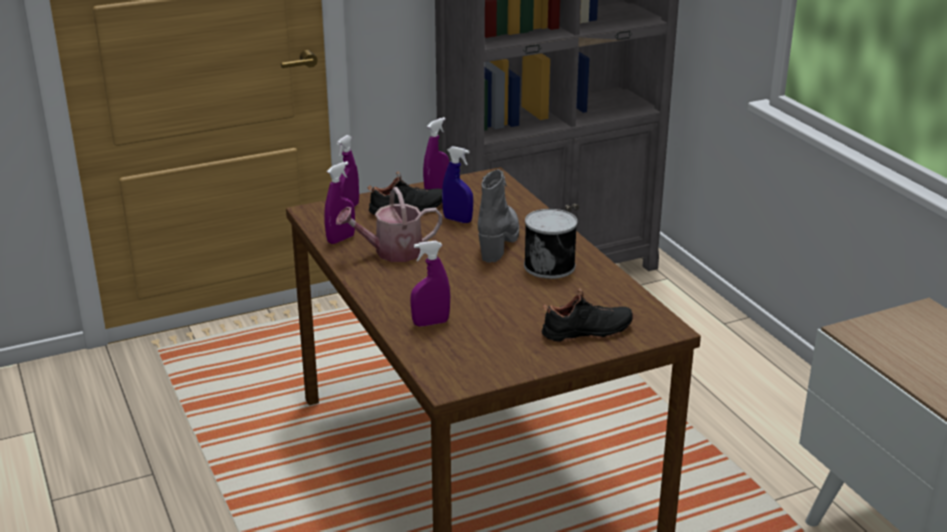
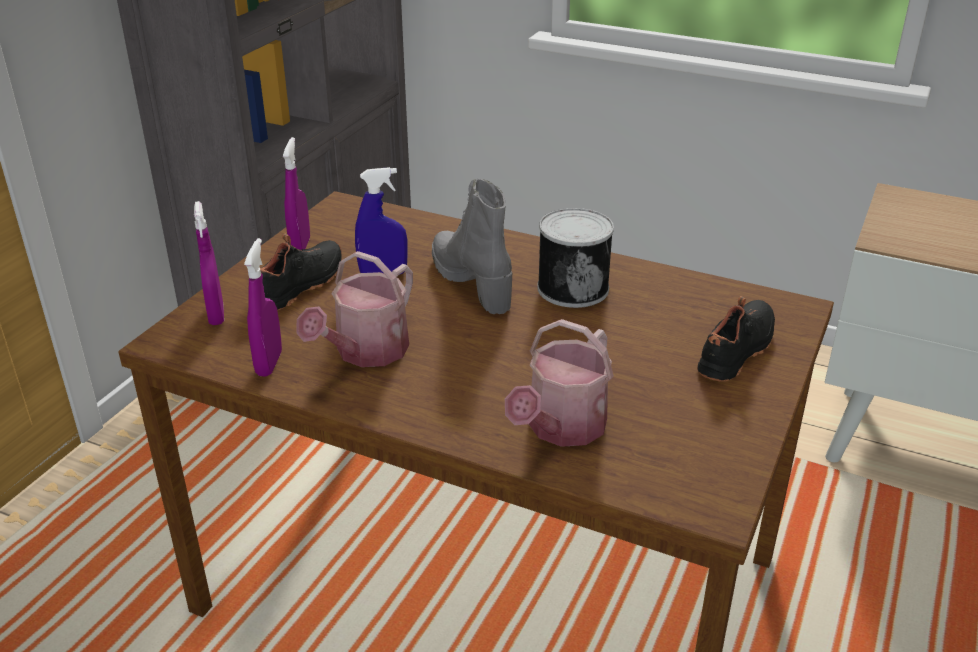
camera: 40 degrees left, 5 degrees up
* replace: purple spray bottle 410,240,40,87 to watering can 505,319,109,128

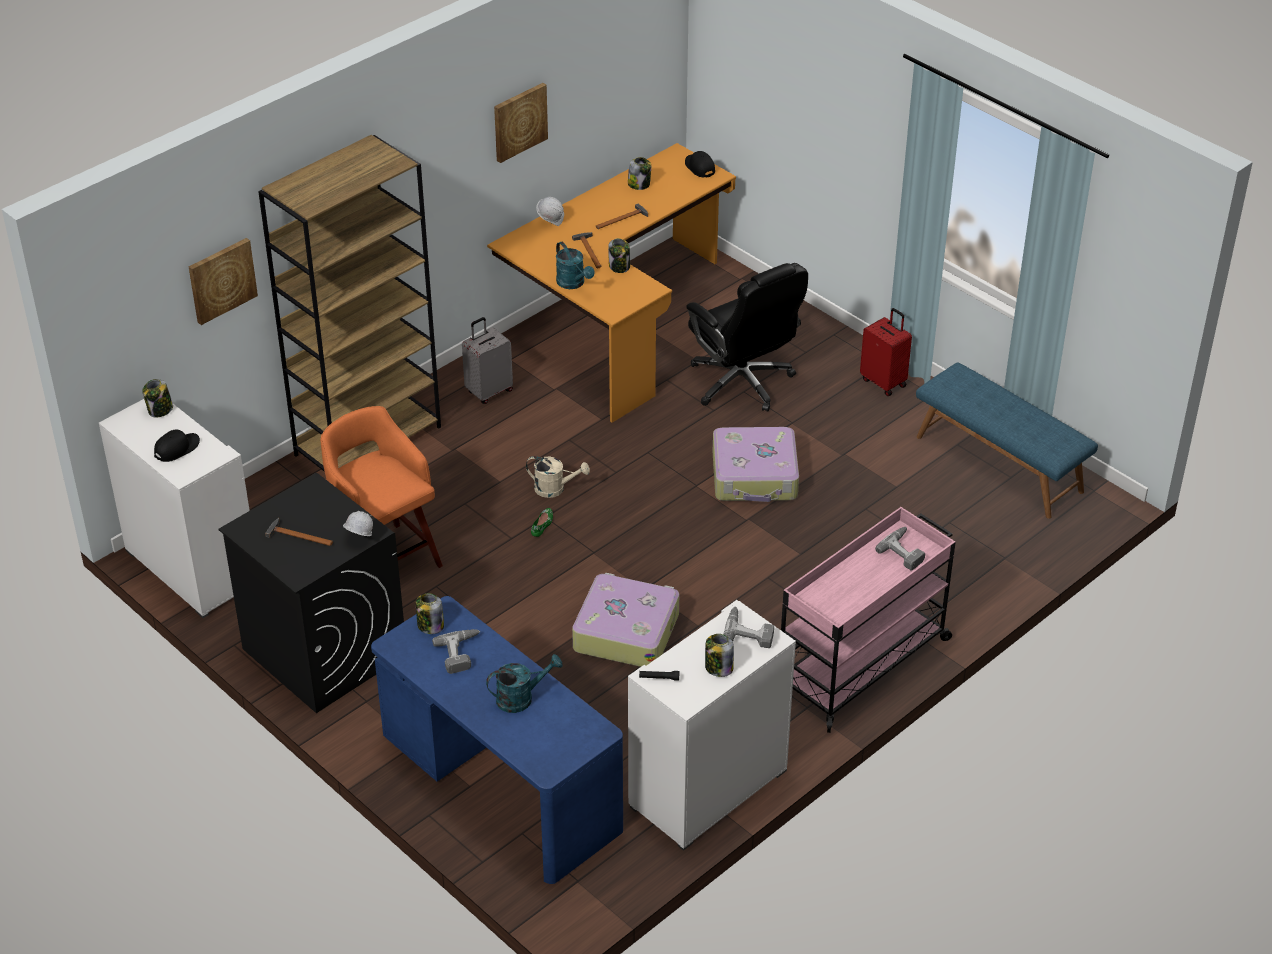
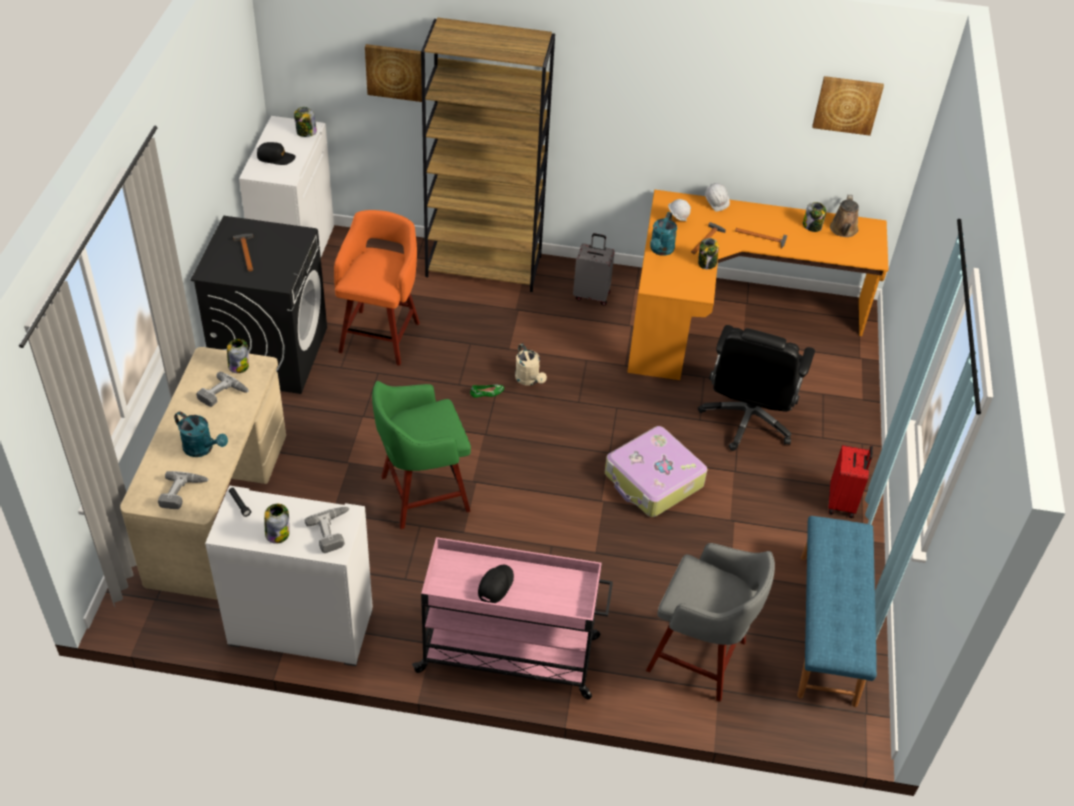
camera: 50 degrees right, 5 degrees up
* move: white hard hat 343,511,30,25 to 668,199,23,22
* recolor: blue desk 371,596,252,288 to beige desk 120,347,166,253
* move: picture 494,83,54,80 to 812,76,72,60
* replace: suitcase 572,573,107,94 to green stool 372,381,99,148
* move: black cap 685,151,30,27 to 478,565,36,38
* move: power drill 875,527,50,44 to 158,471,50,38
* insert: grey stool 646,543,129,159
* insert: brown watering can 830,194,29,43

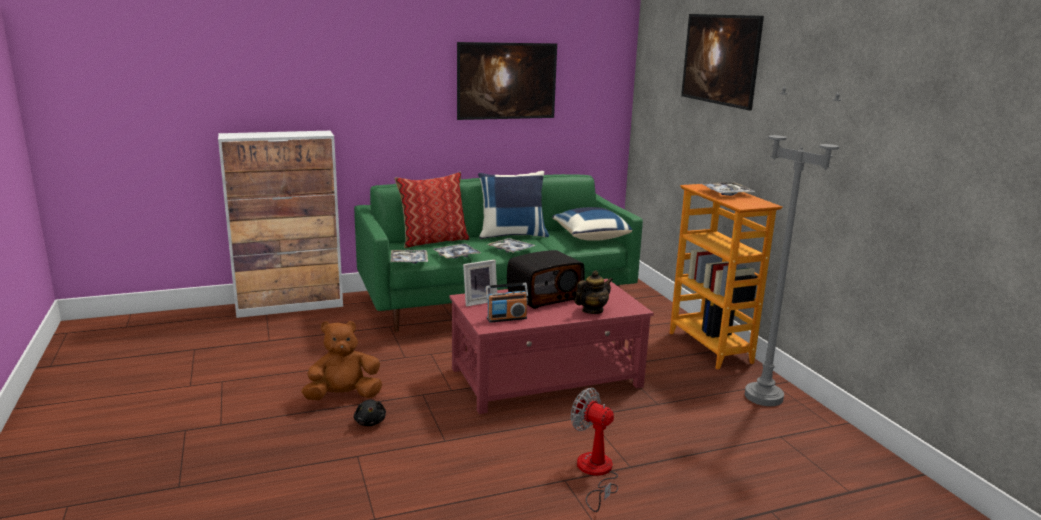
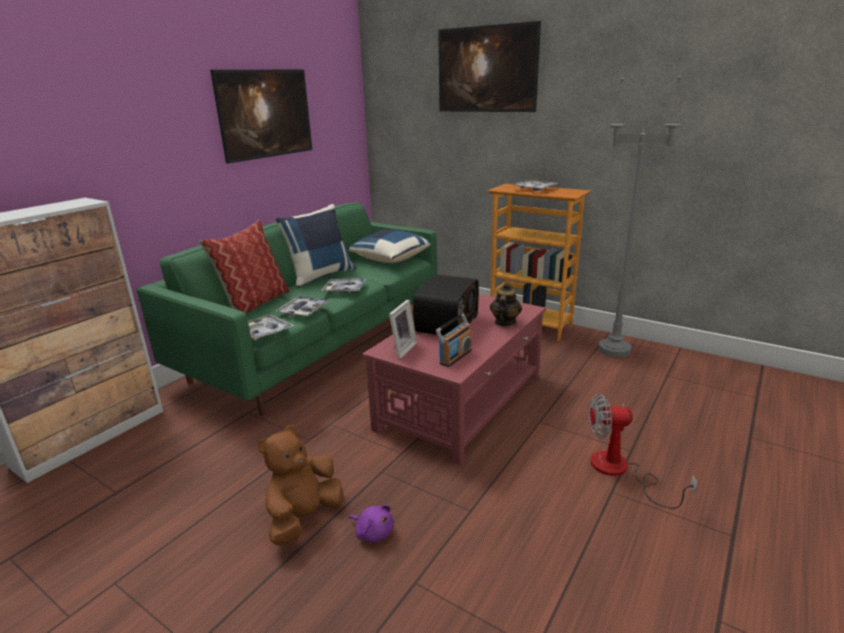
camera: 35 degrees left, 5 degrees up
* recolor: black plush toy 354,400,32,26 to purple plush toy 349,505,44,38

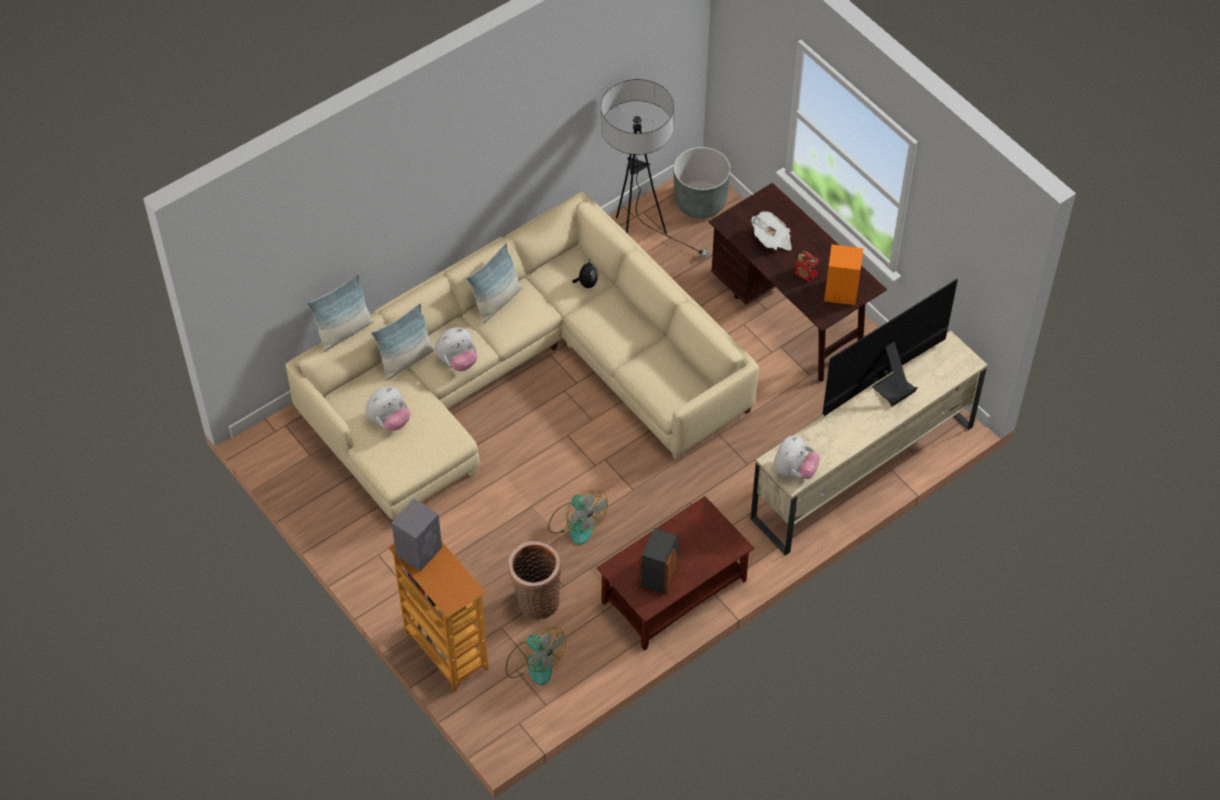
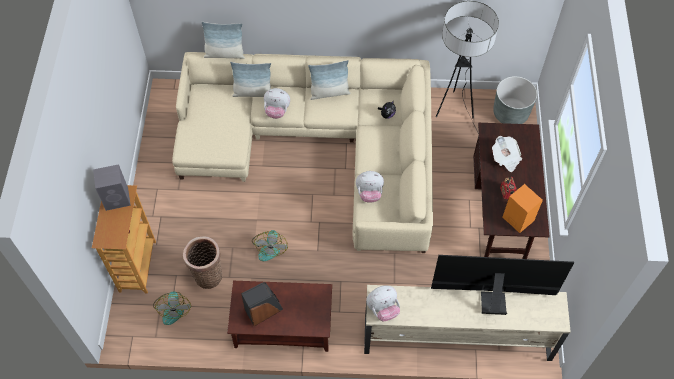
camera: 40 degrees right, 5 degrees up
* move: plush toy 366,387,44,44 to 356,171,28,32

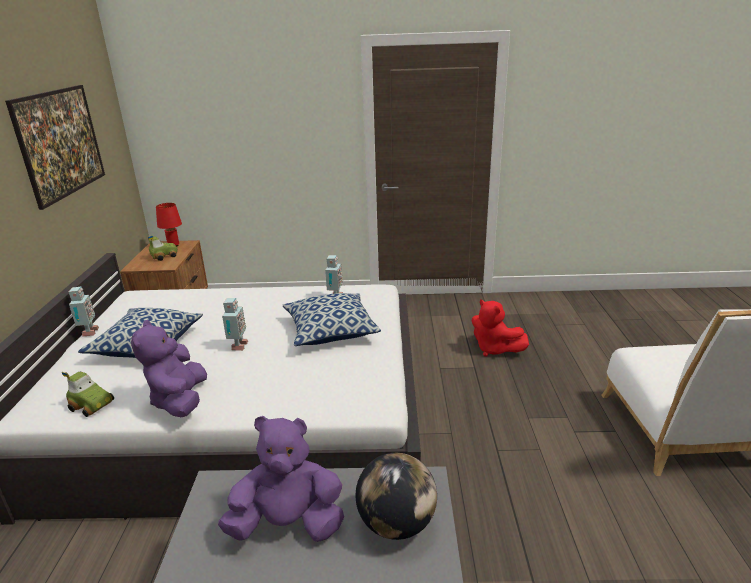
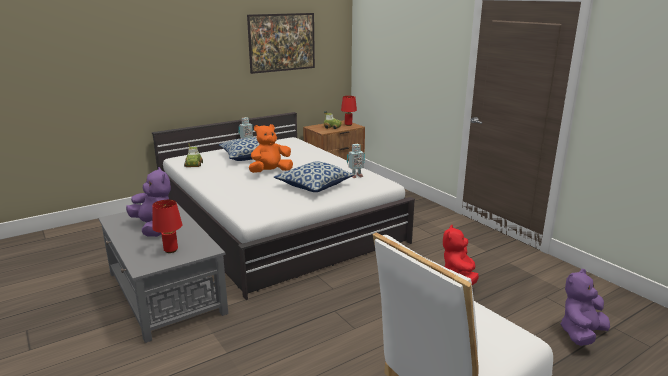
camera: 55 degrees right, 5 degrees down
* move: purple plush toy 131,320,76,97 to 560,269,50,77
* replace: toy robot 222,298,26,53 to orange plush toy 249,124,44,49
* replace: globe 356,453,81,87 to red table lamp 152,200,30,53

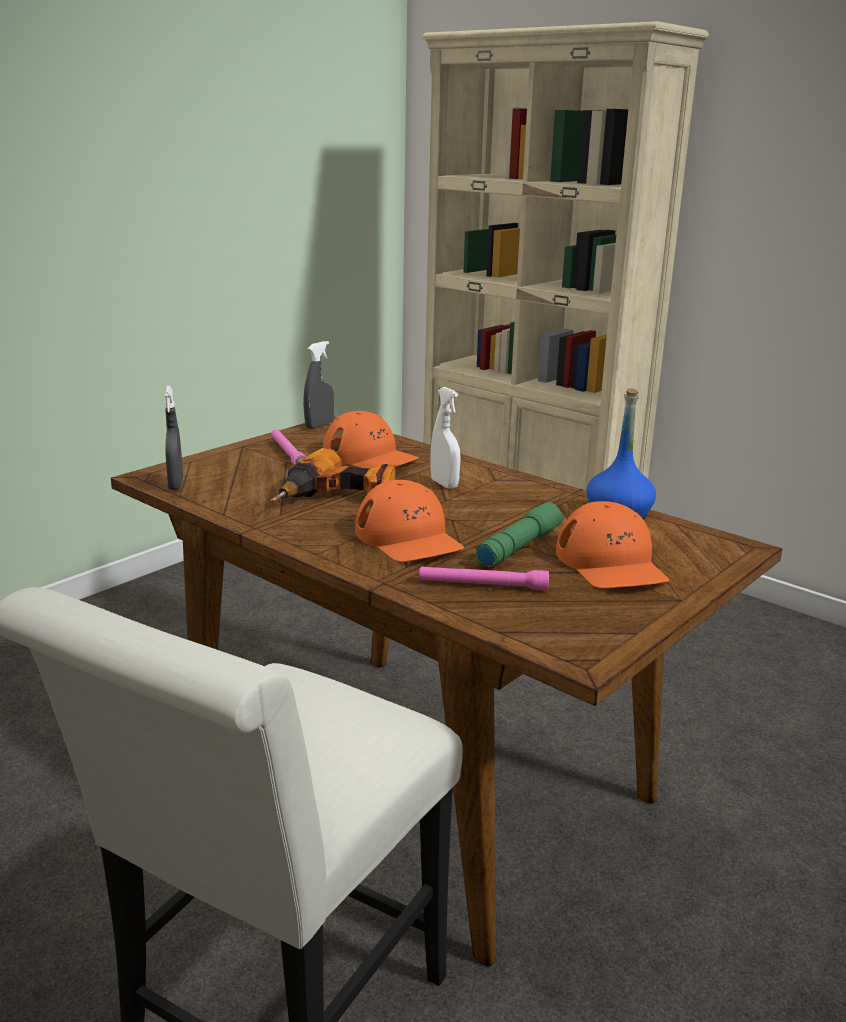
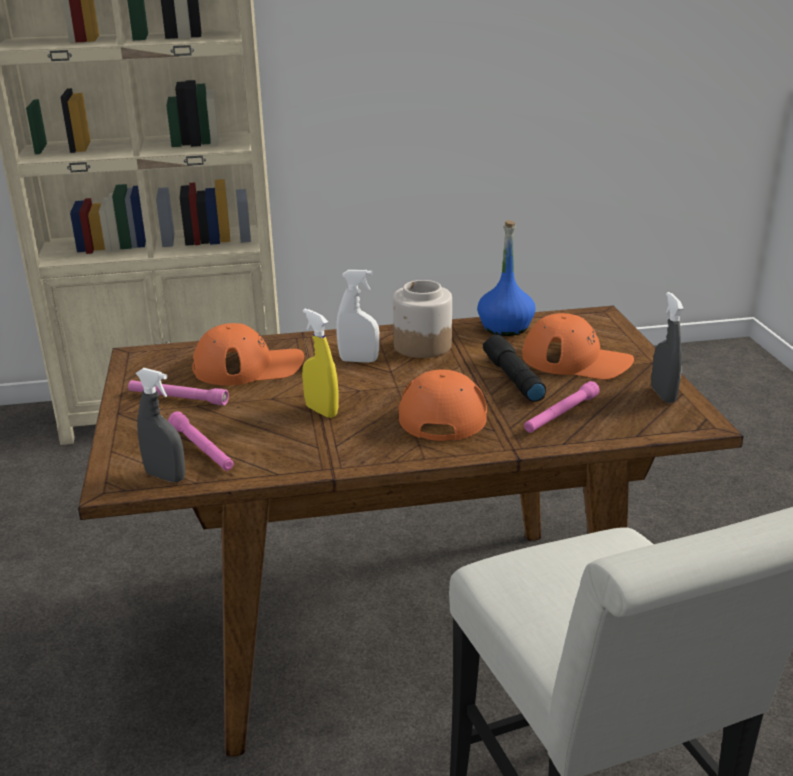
camera: 50 degrees left, 5 degrees up
* replace: power drill 270,448,125,54 to yellow spray bottle 302,309,37,109
* move: grey spray bottle 303,341,31,88 to 651,292,33,111
* rotate: orange cap 355,480,109,82 = 399,370,88,71 90 degrees counterclockwise
* recolor: green flashlight 476,502,88,65 to black flashlight 483,335,63,67
* insert: pink flashlight 168,411,66,60
* insert: jar 393,280,59,78

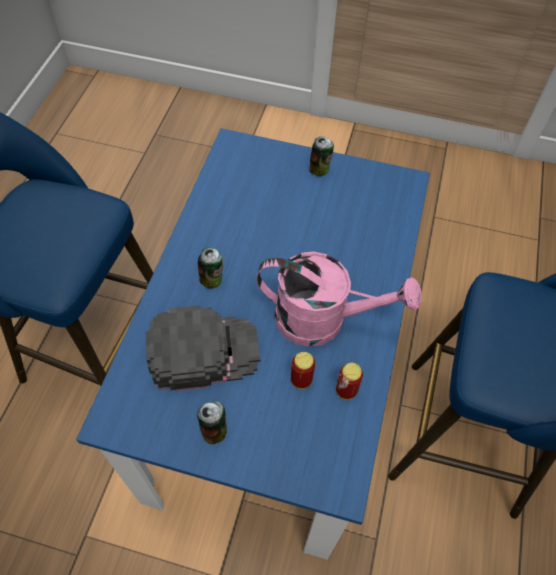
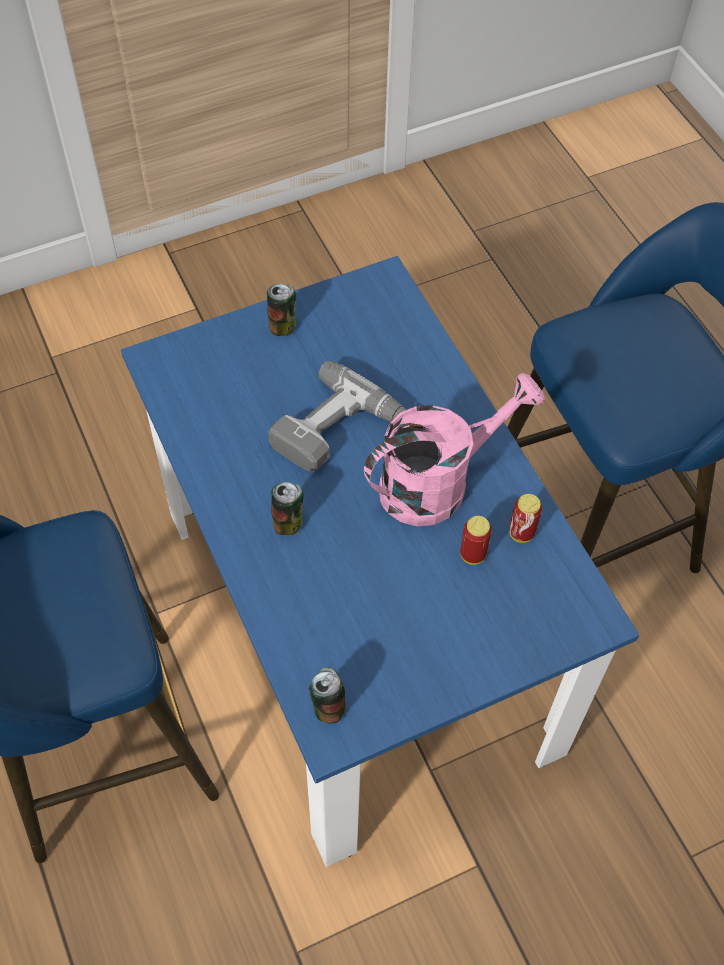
camera: 40 degrees left, 0 degrees up
* delete: black cap 146,305,114,86
* move: can 197,401,30,43 to 309,667,36,57
* insert: power drill 268,361,139,111

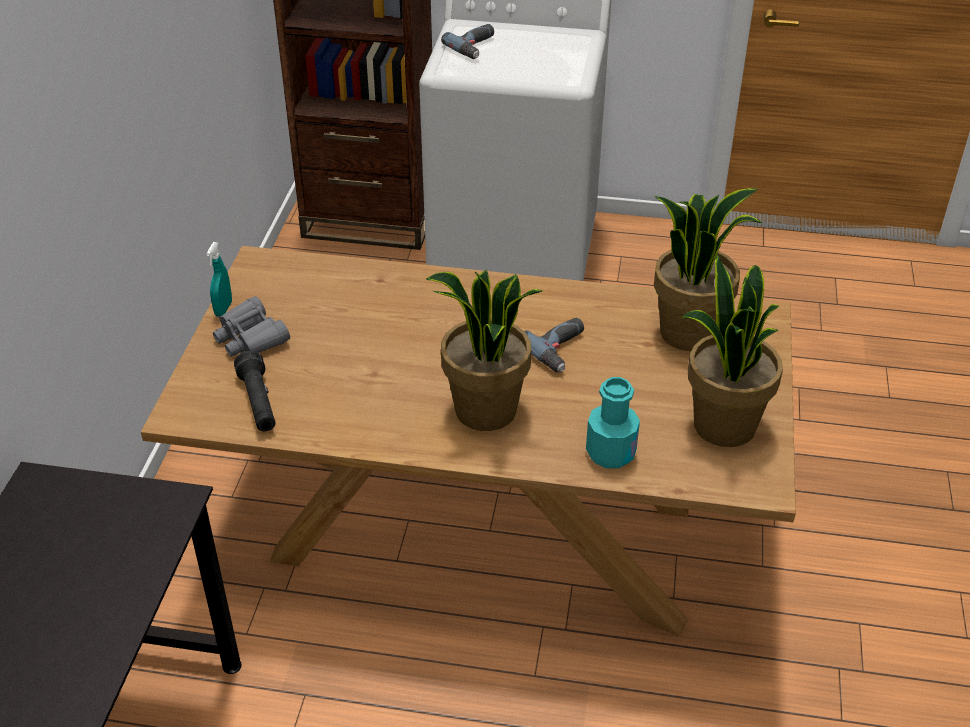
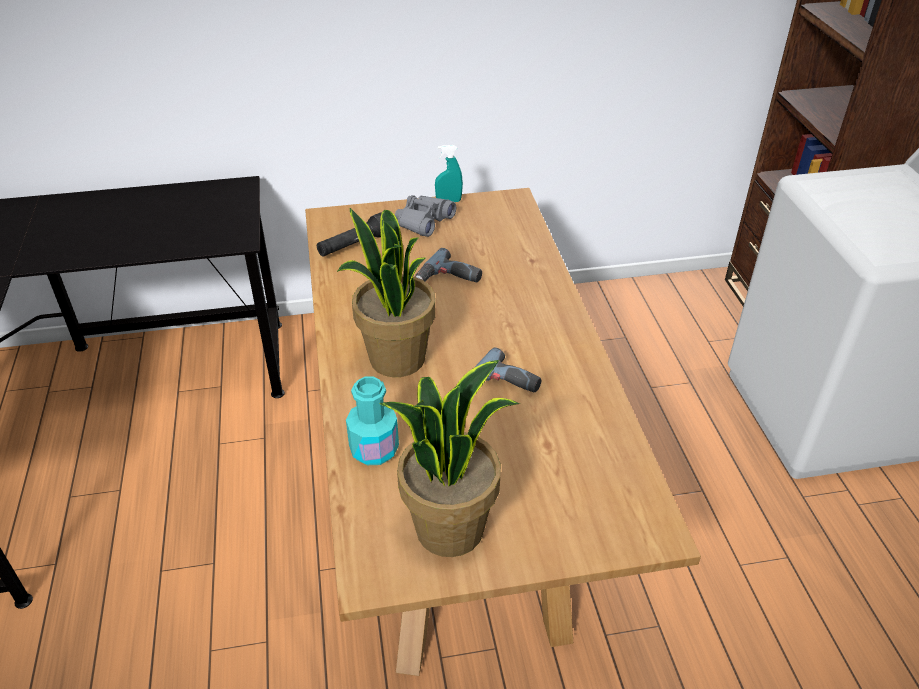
camera: 70 degrees right, 0 degrees up
* move: power drill 441,24,53,35 to 415,248,67,34
* delete: potted plant 654,188,108,163

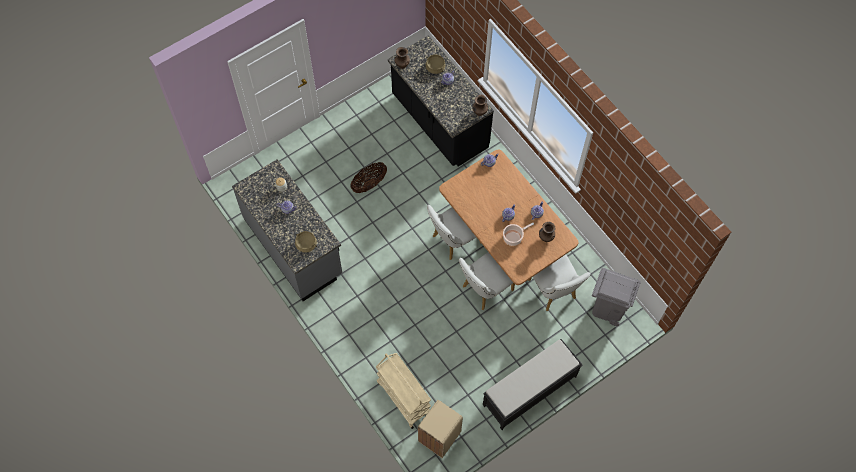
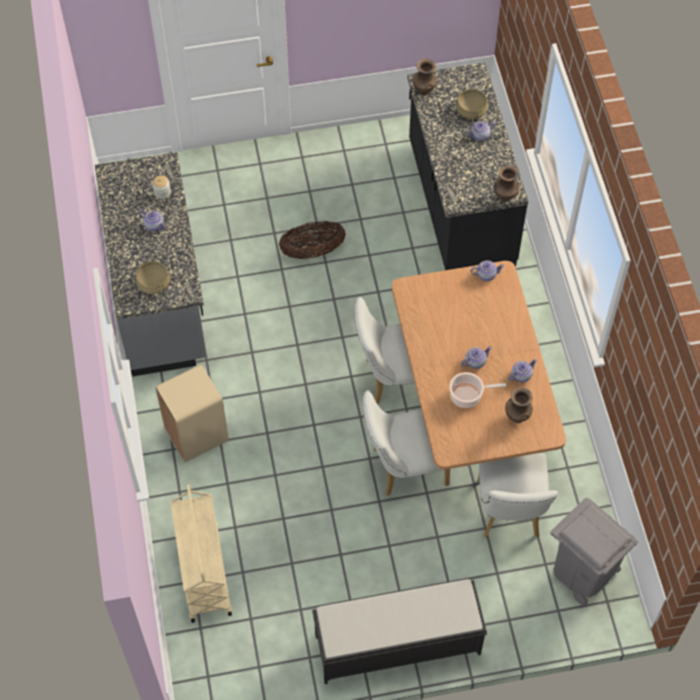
camera: 25 degrees right, 5 degrees down
* move: beige trash can 418,400,45,58 to 155,364,74,99

